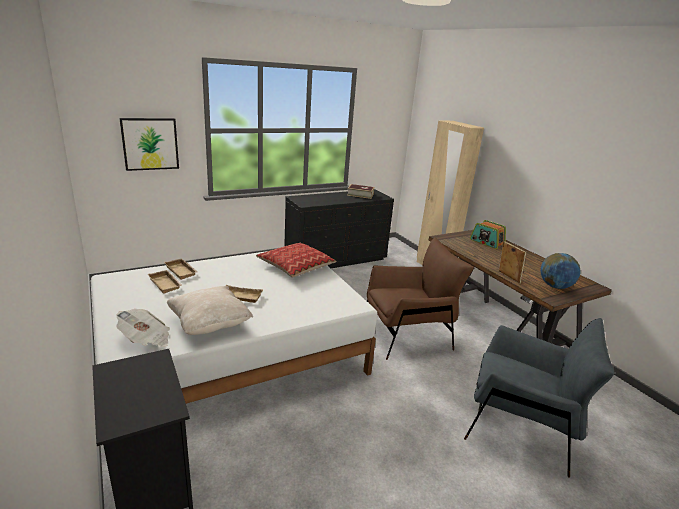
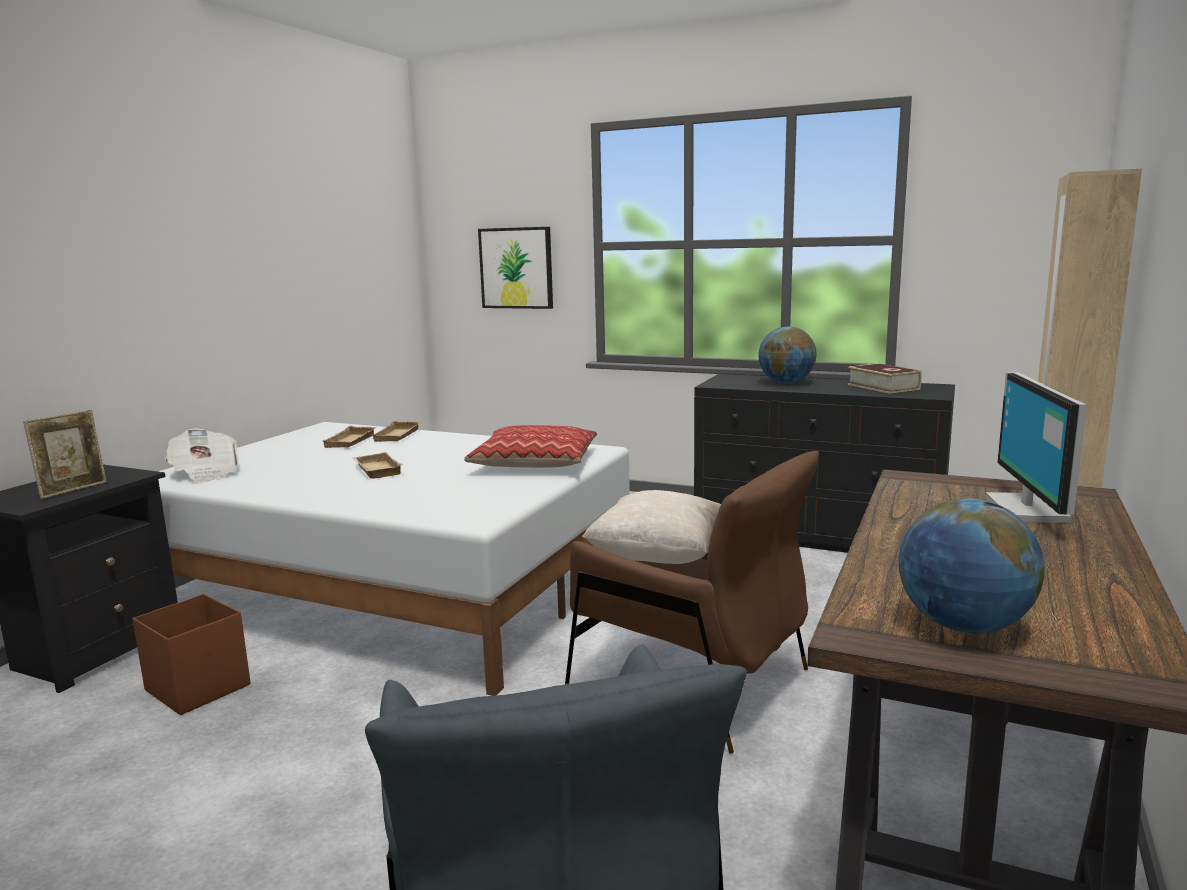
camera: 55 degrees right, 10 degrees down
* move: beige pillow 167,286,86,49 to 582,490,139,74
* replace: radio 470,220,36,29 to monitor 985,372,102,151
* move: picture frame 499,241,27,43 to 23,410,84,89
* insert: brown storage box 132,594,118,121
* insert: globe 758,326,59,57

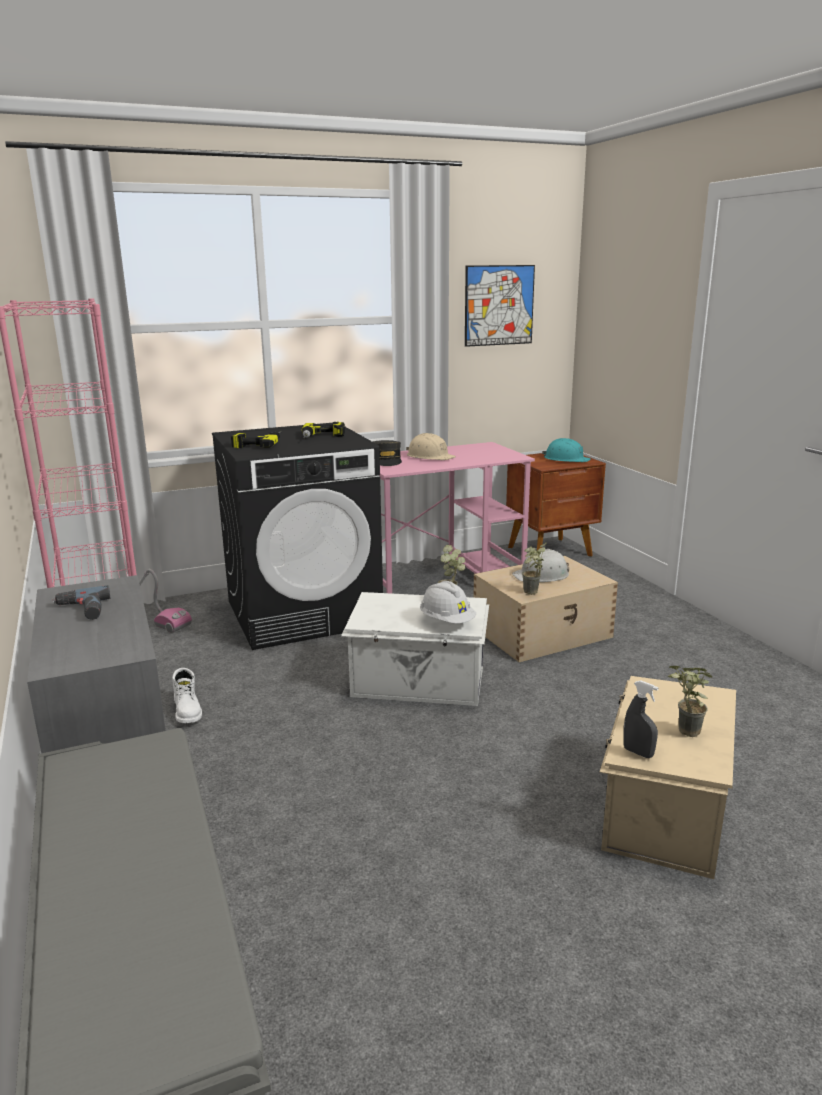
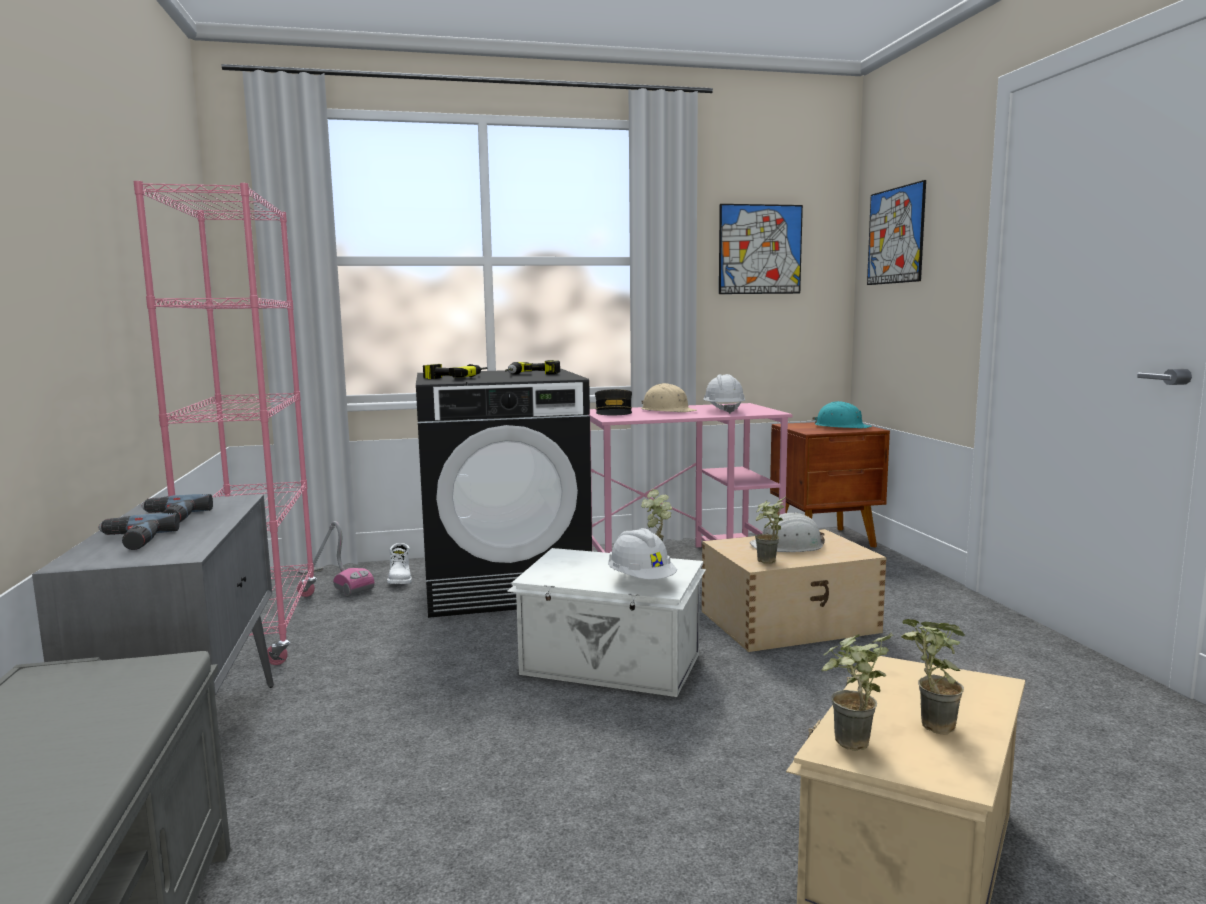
camera: 10 degrees right, 10 degrees down
* move: white boot 172,668,30,55 to 387,543,25,41
* replace: grey spray bottle 623,680,36,78 to potted plant 821,633,72,118
* insert: power drill 98,513,82,37
* insert: white hard hat 703,374,43,40
* insert: picture 867,180,59,105

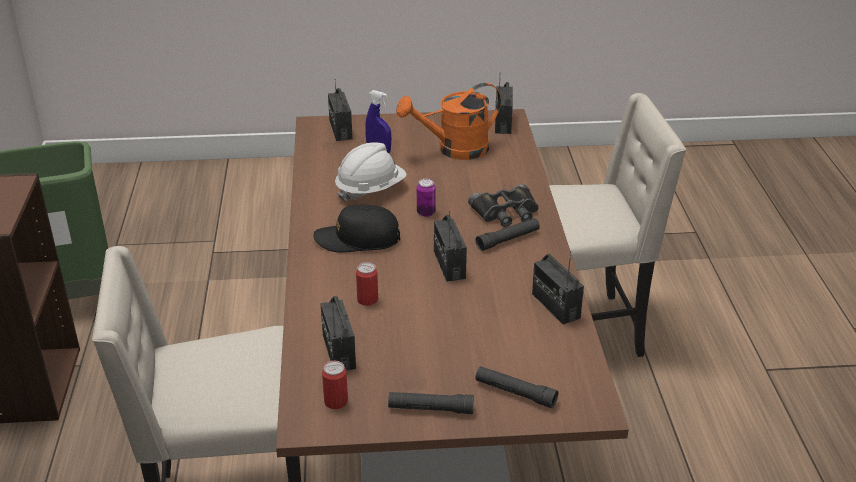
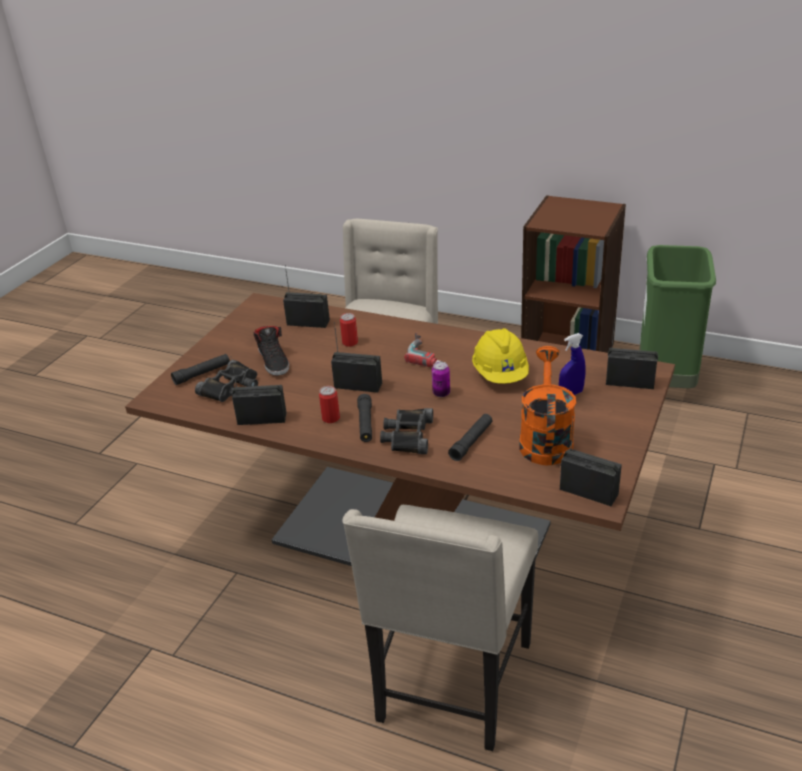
camera: 120 degrees right, 0 degrees up
* replace: black cap 314,205,86,47 to power drill 404,333,38,35
* move: can 322,361,26,48 to 319,386,21,37
* recolor: white hard hat 335,142,72,60 to yellow hard hat 472,328,57,56
* move: black flashlight 388,392,86,22 to 448,414,45,47
* insert: black binoculars 195,360,63,42
* insert: black shoe 253,326,36,50

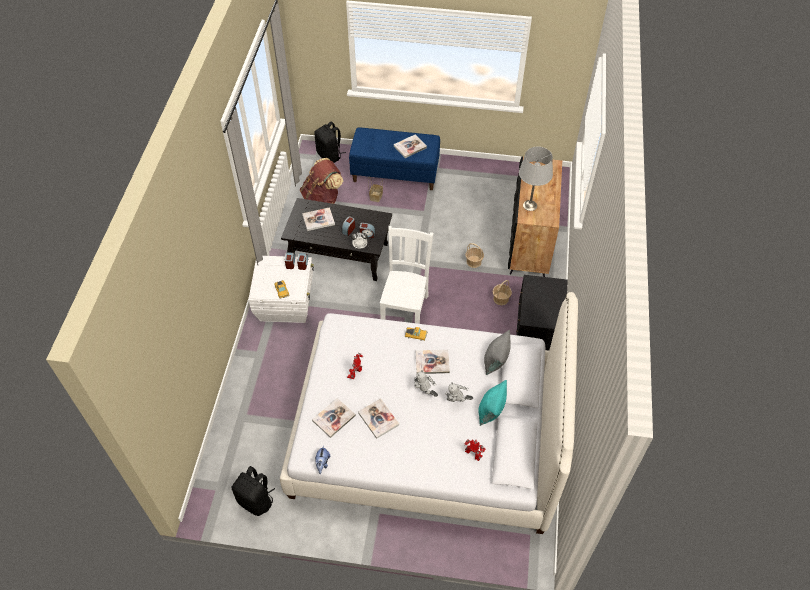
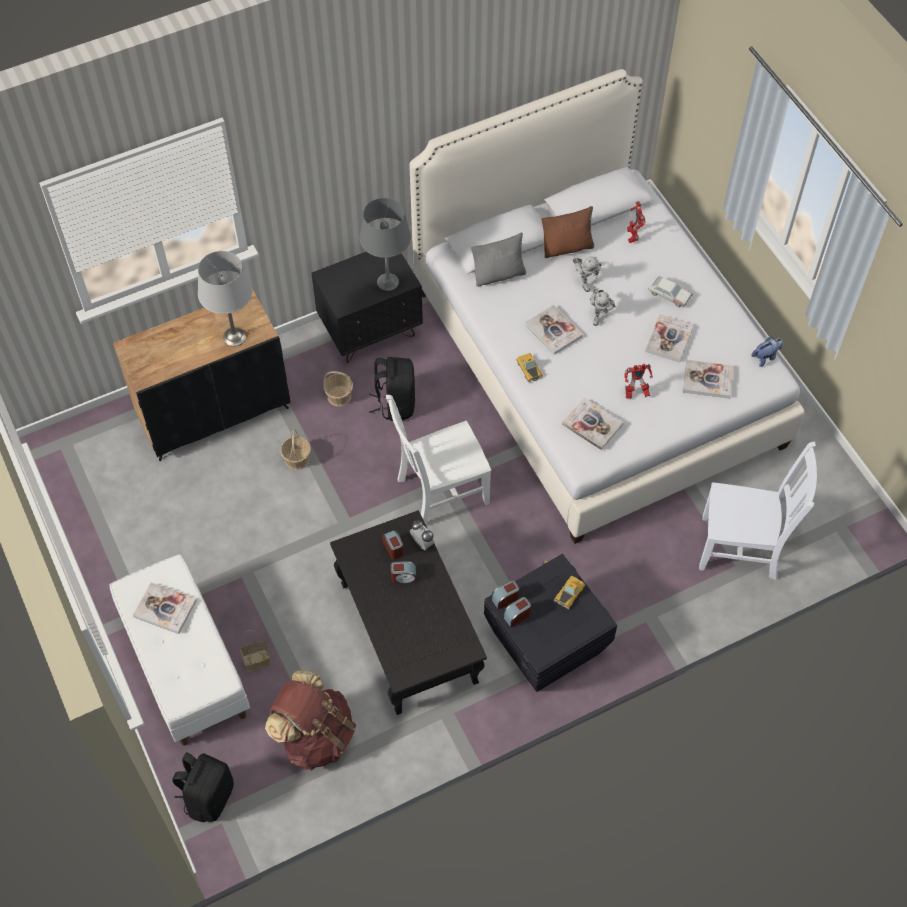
camera: 125 degrees left, 5 degrees up
* move: black backpack 231,466,44,50 to 369,357,46,64
* recolor: white storage box 248,256,66,67 to black storage box 484,554,133,138
* move: book 302,207,33,24 to 562,398,62,52
* recolor: blue bench 349,127,91,63 to white bench 110,554,140,192
* recolor: turquoise pillow 478,380,29,46 to brown pillow 541,206,54,52
* insert: grey table lamp 360,198,51,93
* insert: toy car 648,276,44,32
* insert: white chair 699,442,118,138

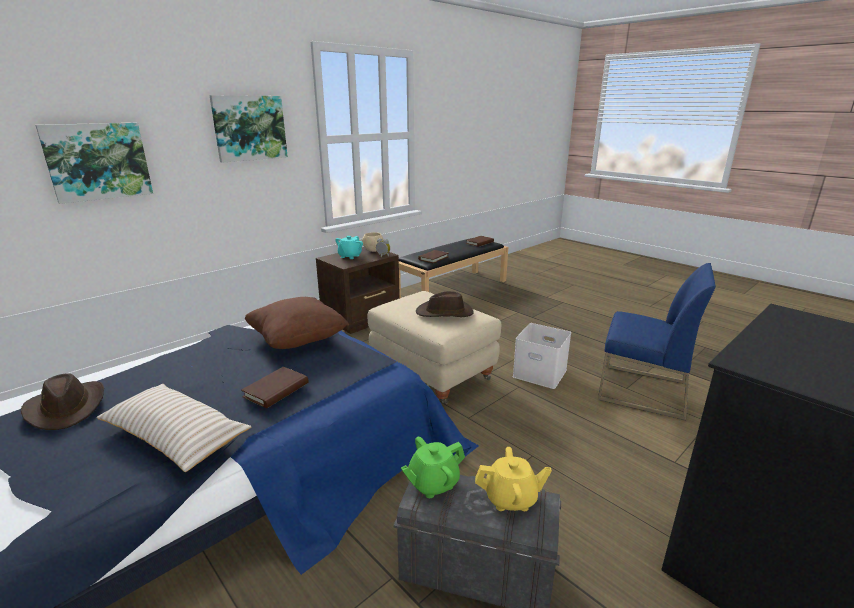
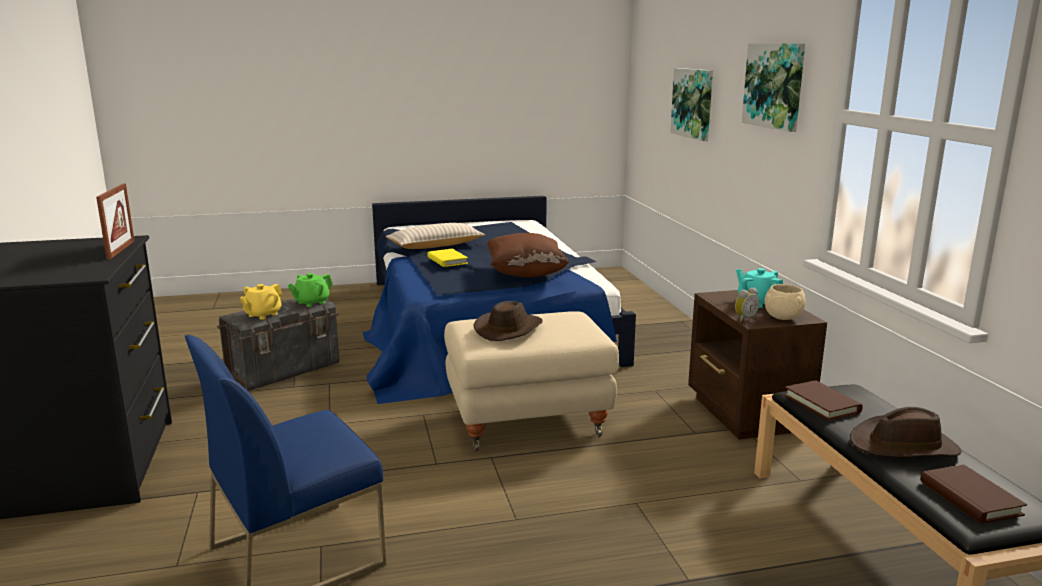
camera: 120 degrees right, 5 degrees down
* move: brown hat 21,373,83,57 to 850,407,112,51
* recolor: brown book 241,367,68,41 to yellow book 427,249,41,18
* rotate: green teapot 401,437,64,61 = 288,273,45,34 135 degrees counterclockwise
* delete: white storage box 513,323,58,66
* insert: picture frame 96,184,39,76

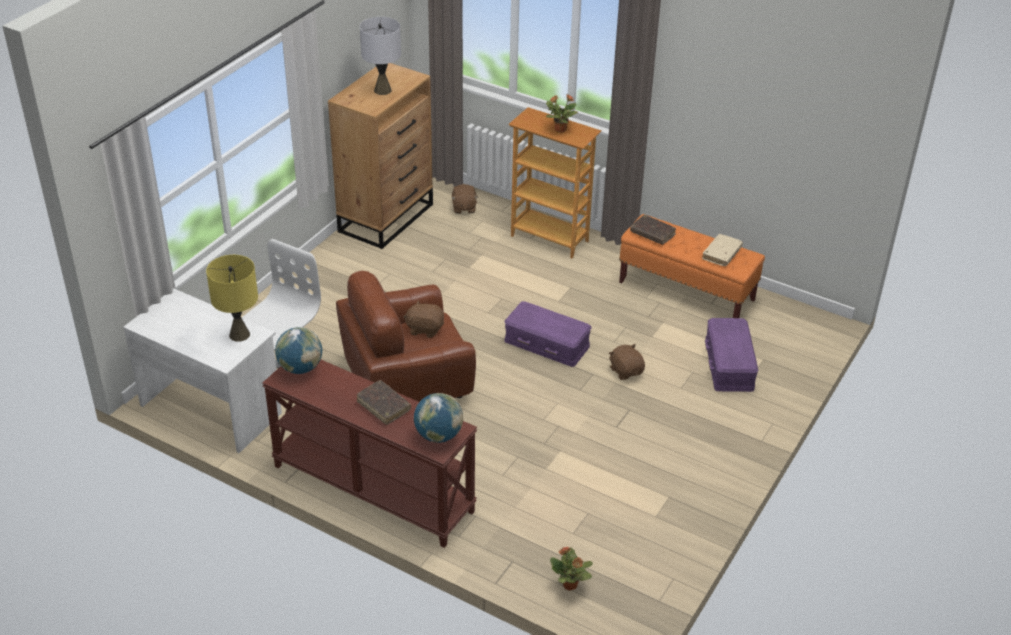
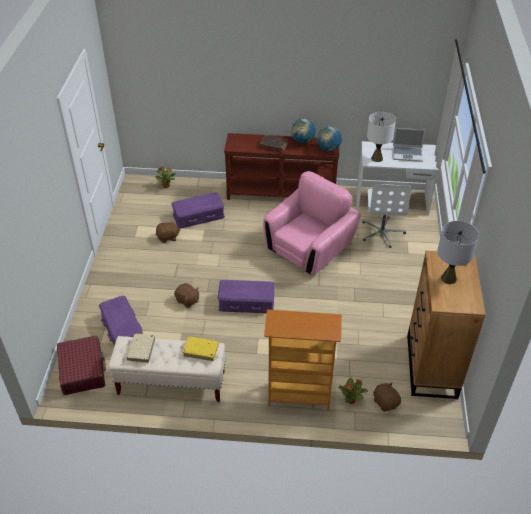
camera: 155 degrees right, 5 degrees up
* recolor: yellow table lamp 206,255,52,87 to white table lamp 367,112,29,50
* recolor: brown armchair 336,271,140,131 to pink armchair 263,171,98,104
* move: brown plush toy 403,300,41,38 to 156,220,24,23
* move: globe 414,393,49,50 to 291,118,25,26
* move: potted plant 546,94,32,39 to 339,378,29,26
* recolor: orange bench 619,214,146,104 to beige bench 109,336,117,66
* recolor: brown book 630,215,46,30 to yellow book 183,336,36,25
* insert: red suitcase 57,336,49,59
* insert: purple storage box 172,192,53,37
* insert: laptop 393,128,32,34

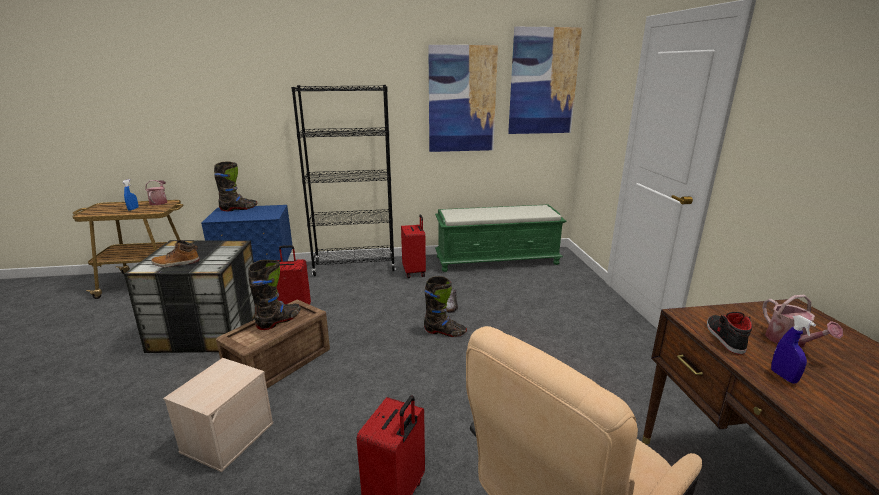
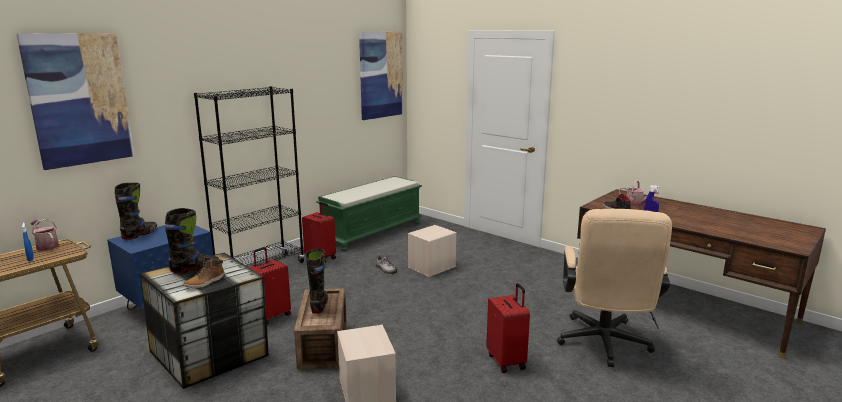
camera: 40 degrees left, 5 degrees down
* move: black boot 424,276,43,61 to 165,208,54,66
* move: picture 428,45,70,107 to 16,33,118,137
* insert: beige storage box 408,225,49,52

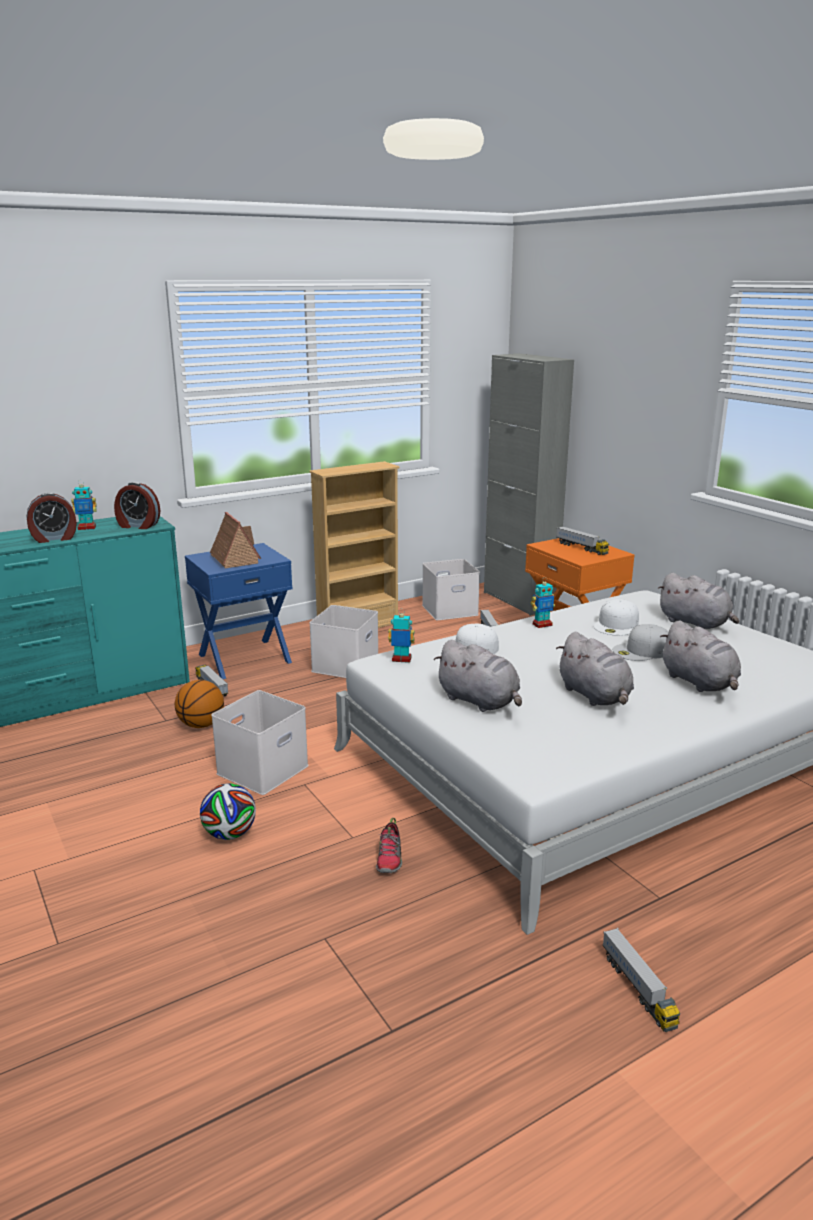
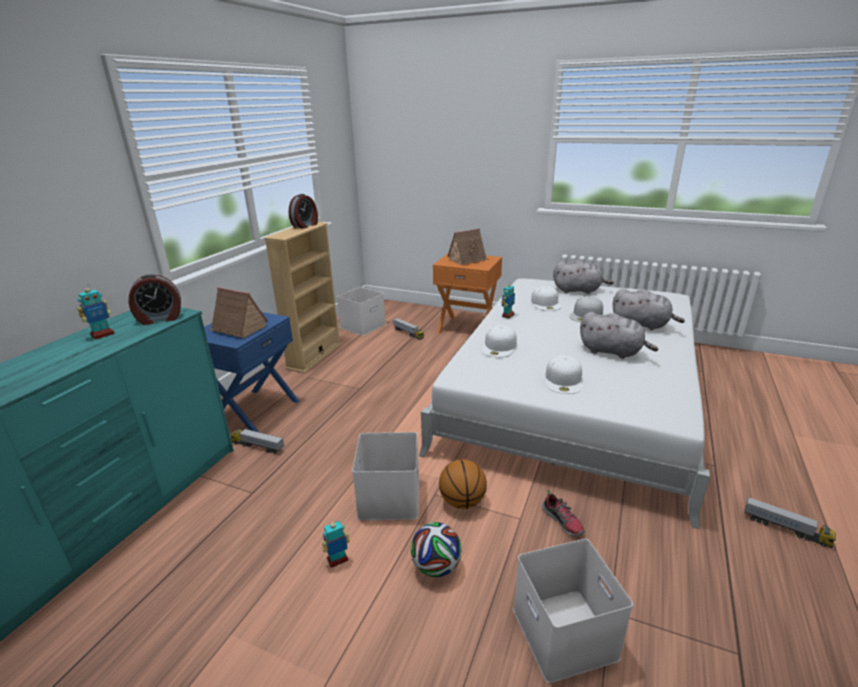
camera: 35 degrees left, 5 degrees up
* move: alarm clock 27,493,50,50 to 289,194,29,35
* move: basketball 175,680,49,48 to 439,459,48,50
* move: white storage box 309,605,69,73 to 513,539,120,144
* move: toy robot 388,609,27,54 to 322,520,28,48
* replace: grey plush toy 434,640,88,72 to white cap 545,355,38,39
* delete: grey cabinet 484,353,90,263
* replace: toy truck 557,526,52,29 to toy house 448,229,41,36

